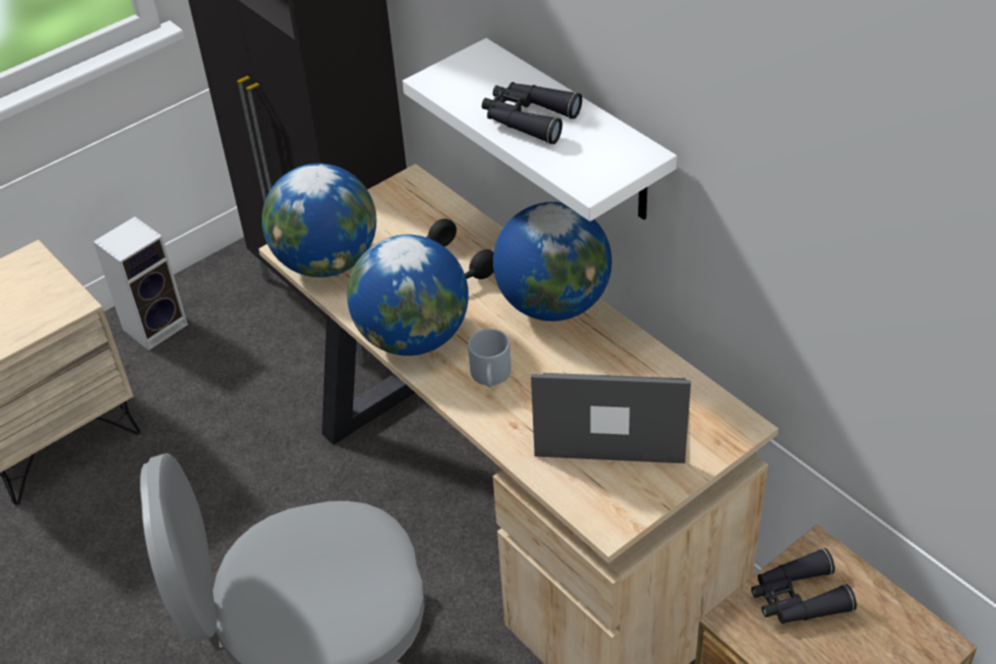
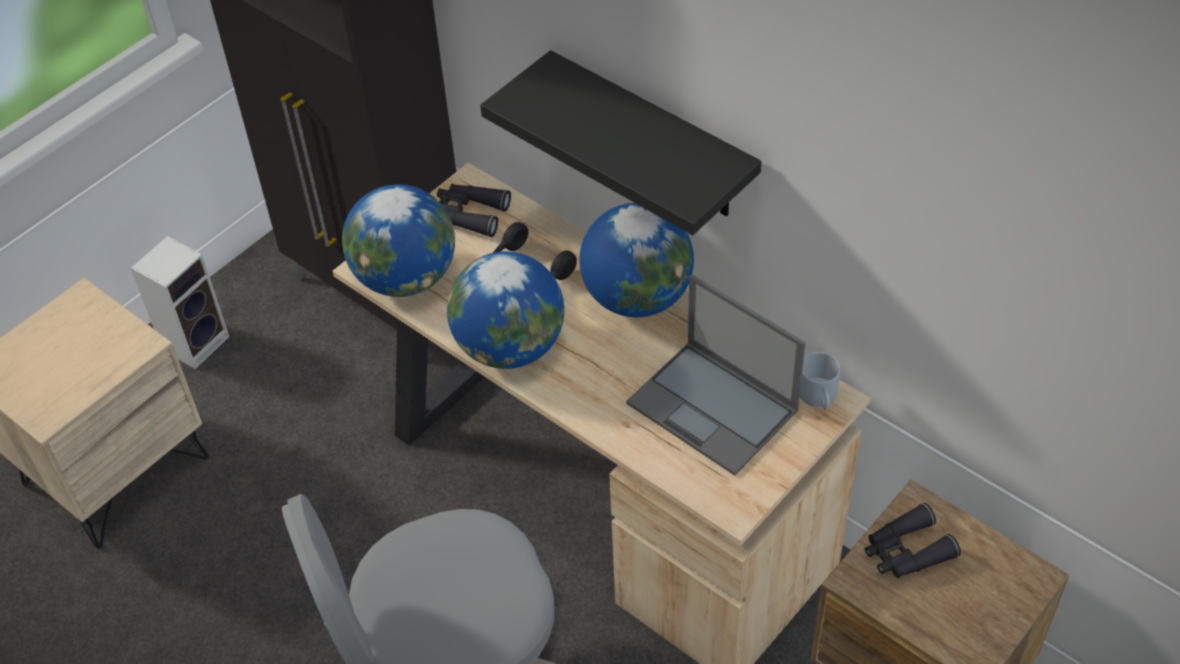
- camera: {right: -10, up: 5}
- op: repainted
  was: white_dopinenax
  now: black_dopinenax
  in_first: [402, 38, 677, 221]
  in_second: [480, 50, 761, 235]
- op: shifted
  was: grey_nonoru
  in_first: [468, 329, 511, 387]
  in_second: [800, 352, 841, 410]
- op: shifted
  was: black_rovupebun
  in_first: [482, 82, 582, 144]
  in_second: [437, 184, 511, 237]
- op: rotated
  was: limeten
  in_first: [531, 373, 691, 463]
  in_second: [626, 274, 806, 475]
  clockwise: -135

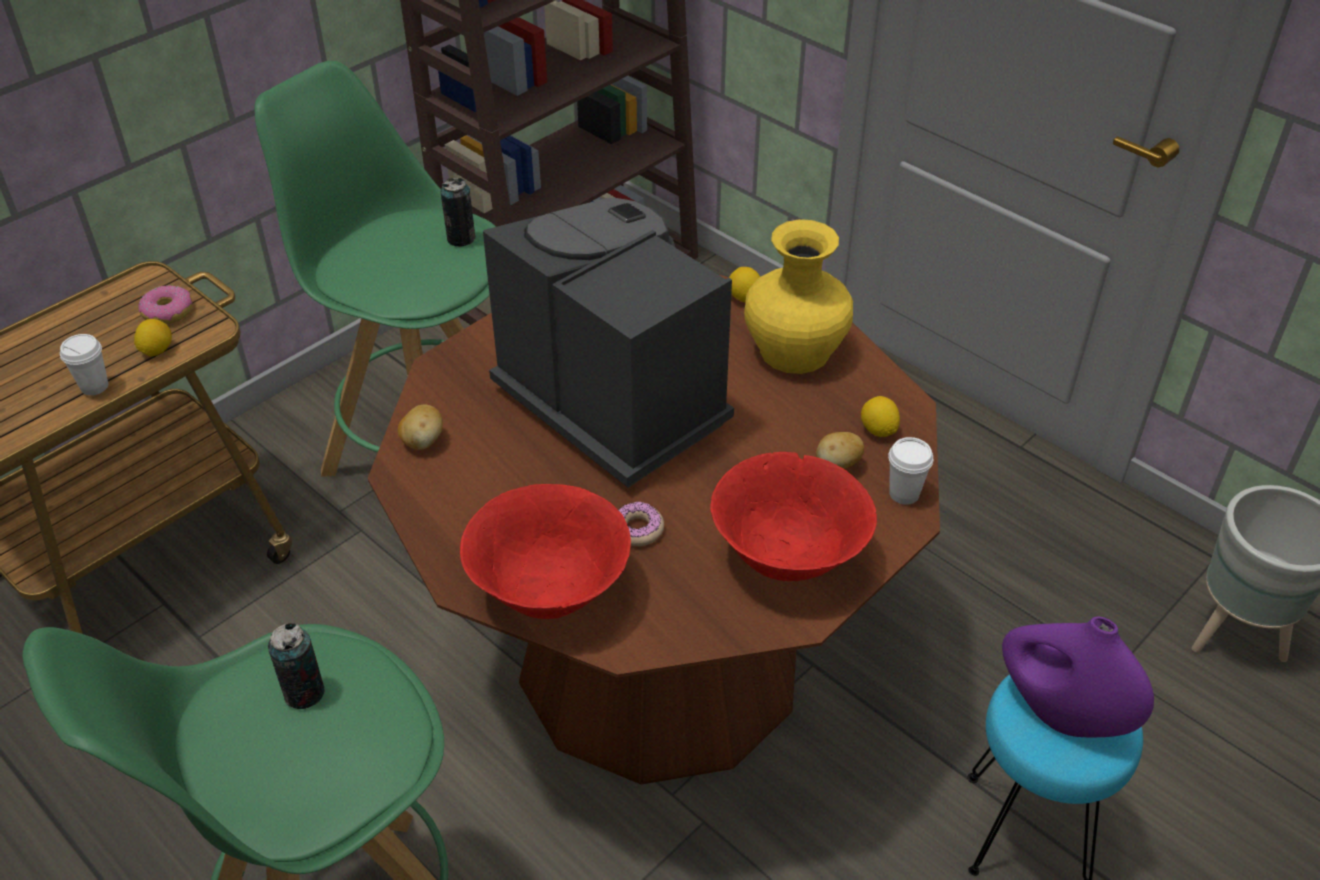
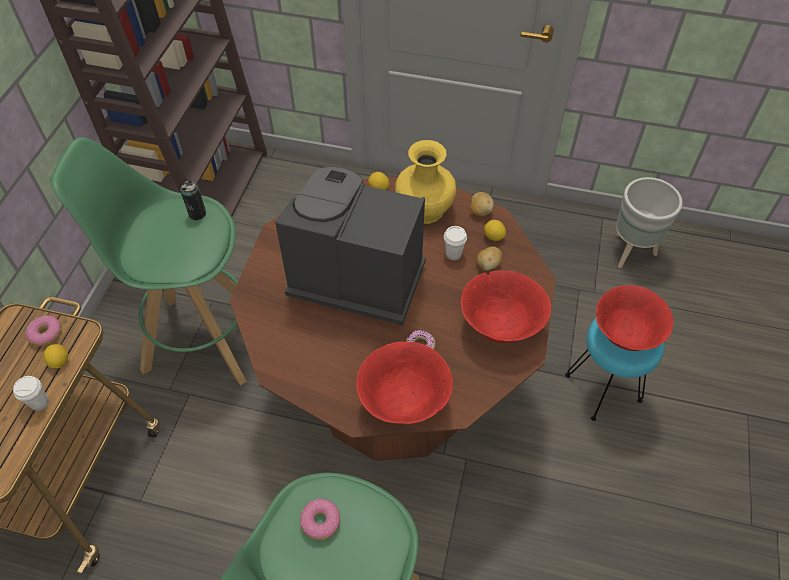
- camera: {right: -30, up: 10}
- op: swapped
  was: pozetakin
  now: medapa
  in_first: [268, 623, 325, 709]
  in_second: [300, 498, 340, 540]
- op: shifted
  was: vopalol
  in_first: [398, 404, 443, 450]
  in_second: [470, 192, 494, 216]
- op: shifted
  was: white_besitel
  in_first: [888, 437, 933, 505]
  in_second: [444, 226, 467, 260]
- op: swapped
  was: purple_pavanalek
  now: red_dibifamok
  in_first: [1002, 616, 1154, 737]
  in_second: [596, 285, 674, 351]

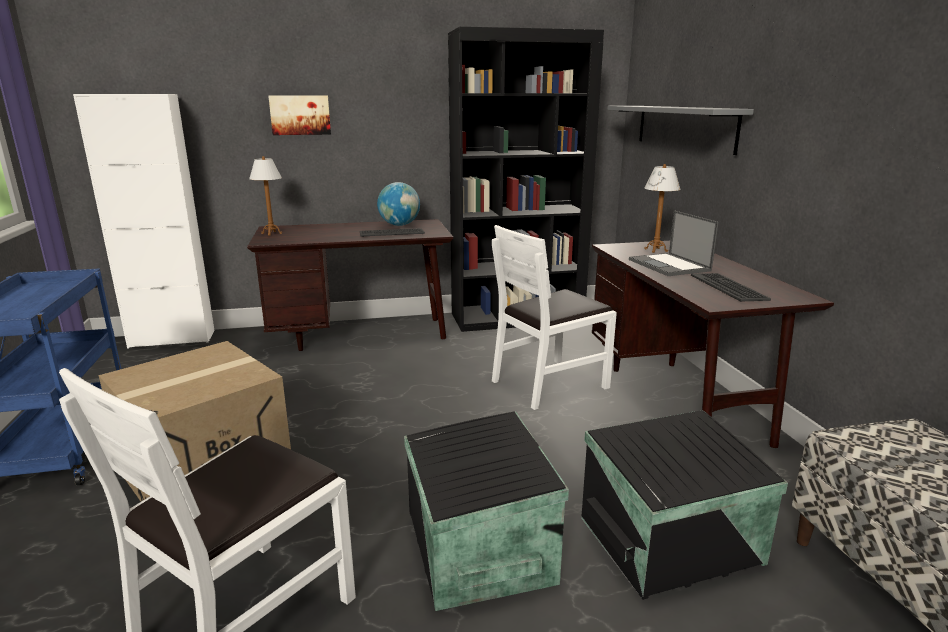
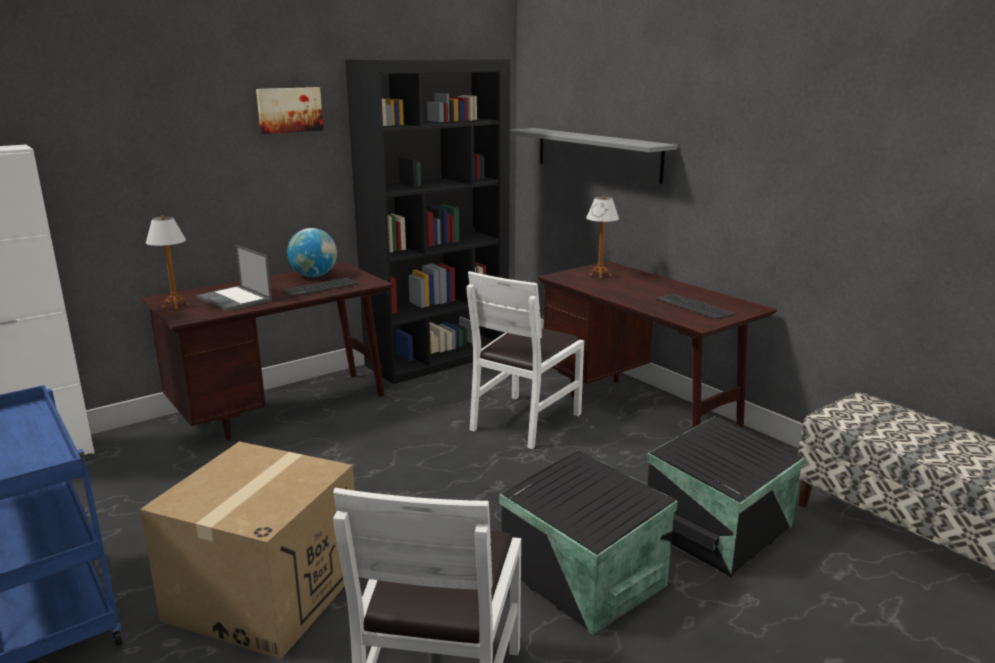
- camera: {right: -25, up: 0}
- op: shifted
  was: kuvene
  in_first: [268, 96, 331, 135]
  in_second: [256, 87, 323, 134]
- op: shifted
  was: limeten
  in_first: [629, 210, 719, 276]
  in_second: [196, 245, 272, 312]

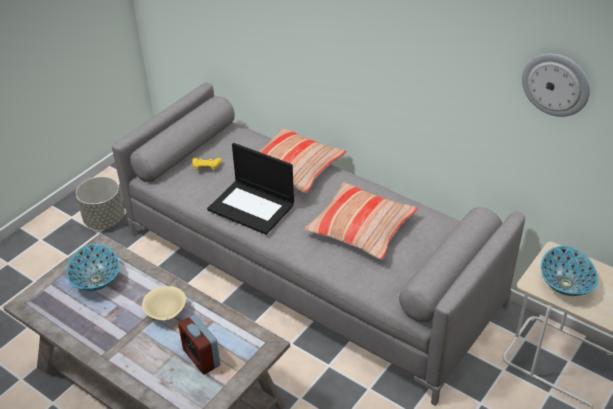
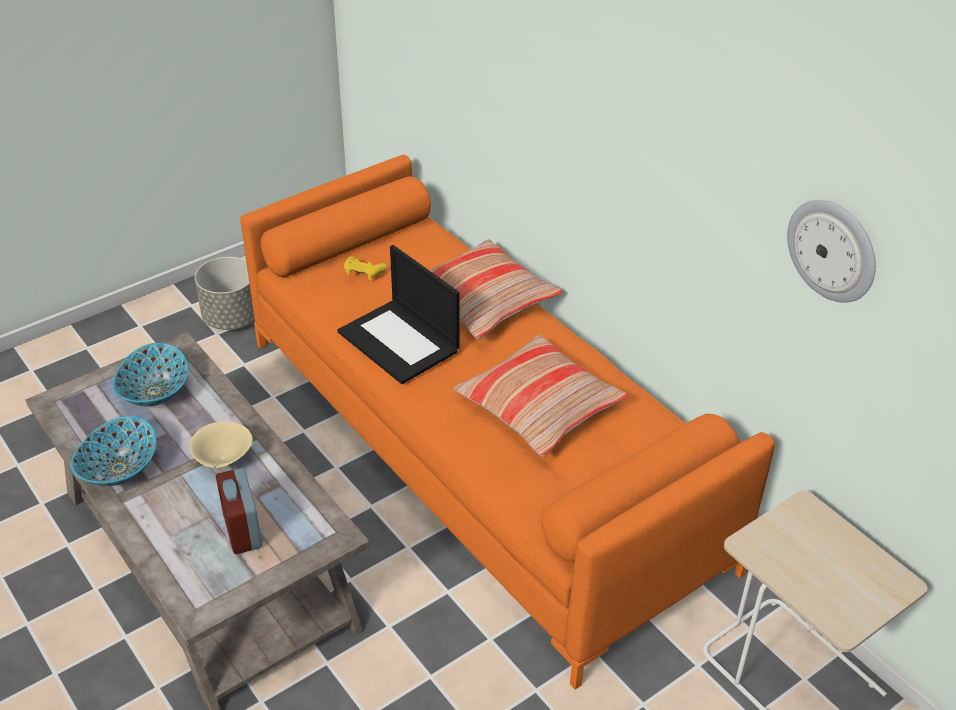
- camera: {right: 15, up: 0}
- op: repainted
  was: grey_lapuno
  now: orange_lapuno
  in_first: [112, 82, 525, 406]
  in_second: [240, 155, 775, 690]
- op: shifted
  was: dibifamok
  in_first: [541, 246, 598, 296]
  in_second: [71, 416, 157, 486]

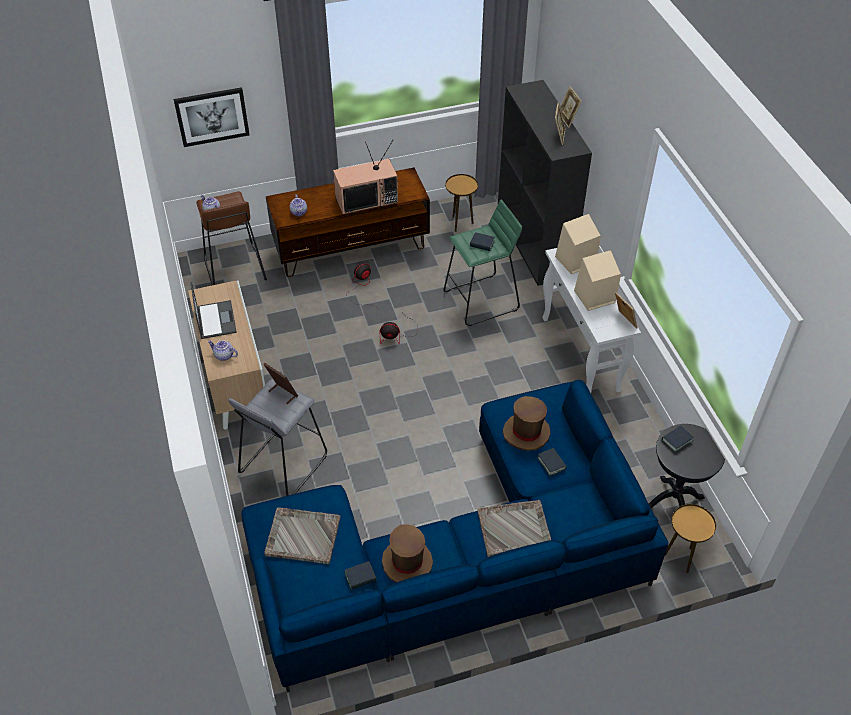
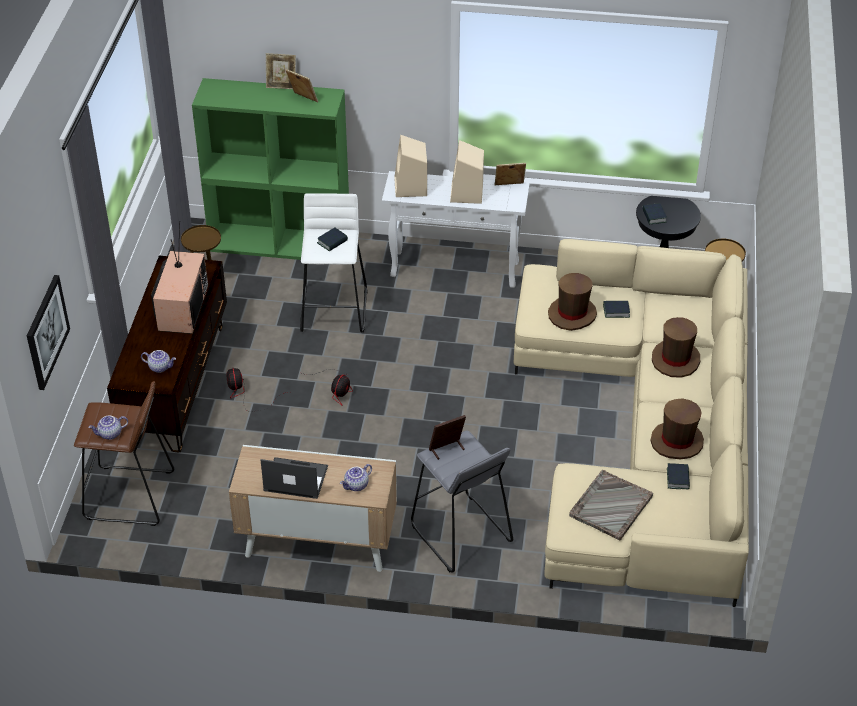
- camera: {right: -65, up: -5}
- op: repainted
  was: blue_lapuno
  now: beige_lapuno
  in_first: [241, 380, 669, 693]
  in_second: [514, 239, 749, 607]
- op: repainted
  was: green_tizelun
  now: white_tizelun
  in_first: [444, 200, 522, 326]
  in_second: [300, 193, 368, 332]
- op: swapped
  was: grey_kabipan
  now: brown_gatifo
  in_first: [477, 500, 551, 557]
  in_second: [652, 317, 700, 378]
- op: repainted
  was: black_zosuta
  now: green_zosuta
  in_first: [498, 80, 592, 286]
  in_second: [192, 78, 349, 260]

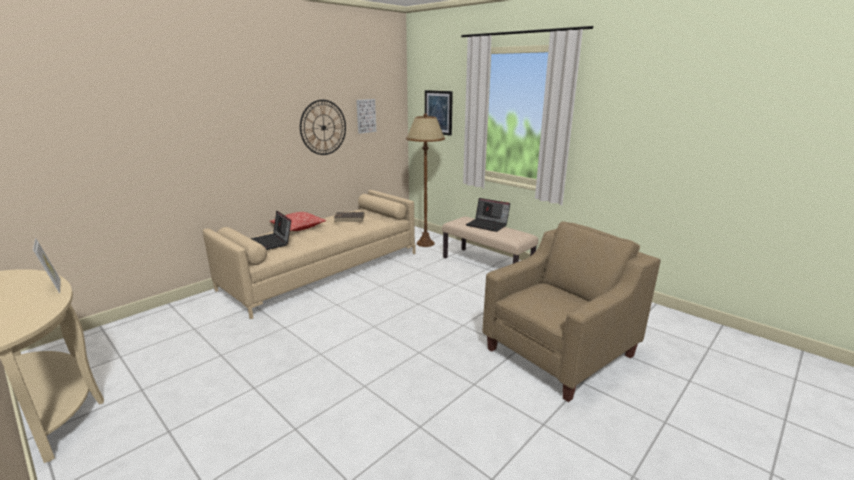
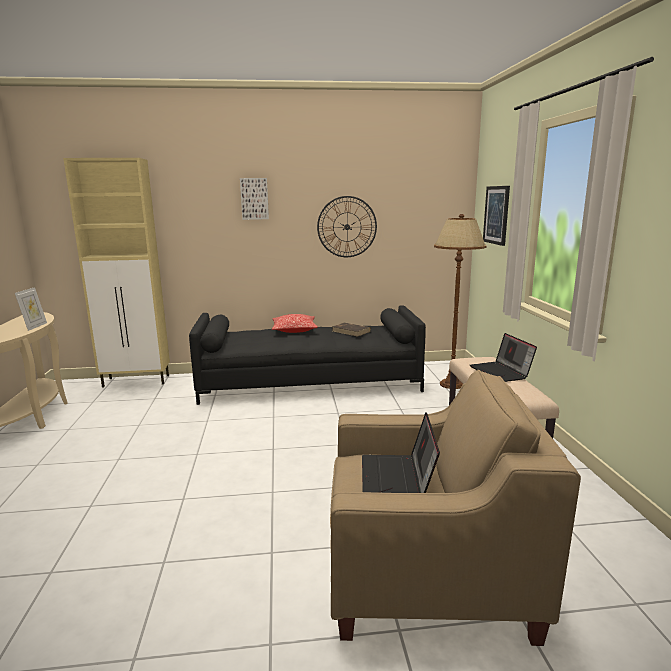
- camera: {right: 40, up: -5}
- op: repainted
  was: beige_lapuno
  now: black_lapuno
  in_first: [203, 190, 416, 319]
  in_second: [189, 305, 426, 405]
- op: shifted
  was: limeten
  in_first: [250, 211, 291, 250]
  in_second: [362, 412, 440, 493]
- op: shifted
  was: kuvene
  in_first: [356, 99, 376, 134]
  in_second: [240, 178, 269, 220]
- op: new
  now: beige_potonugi
  in_second: [63, 158, 170, 388]

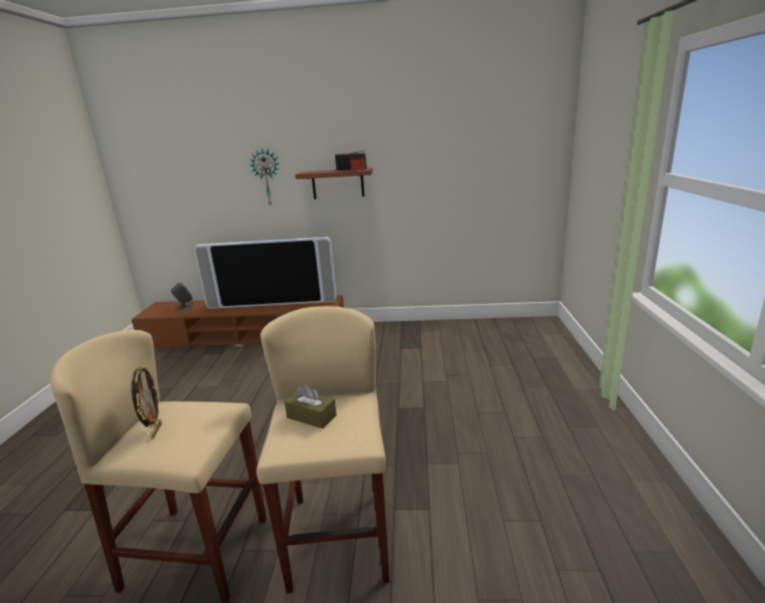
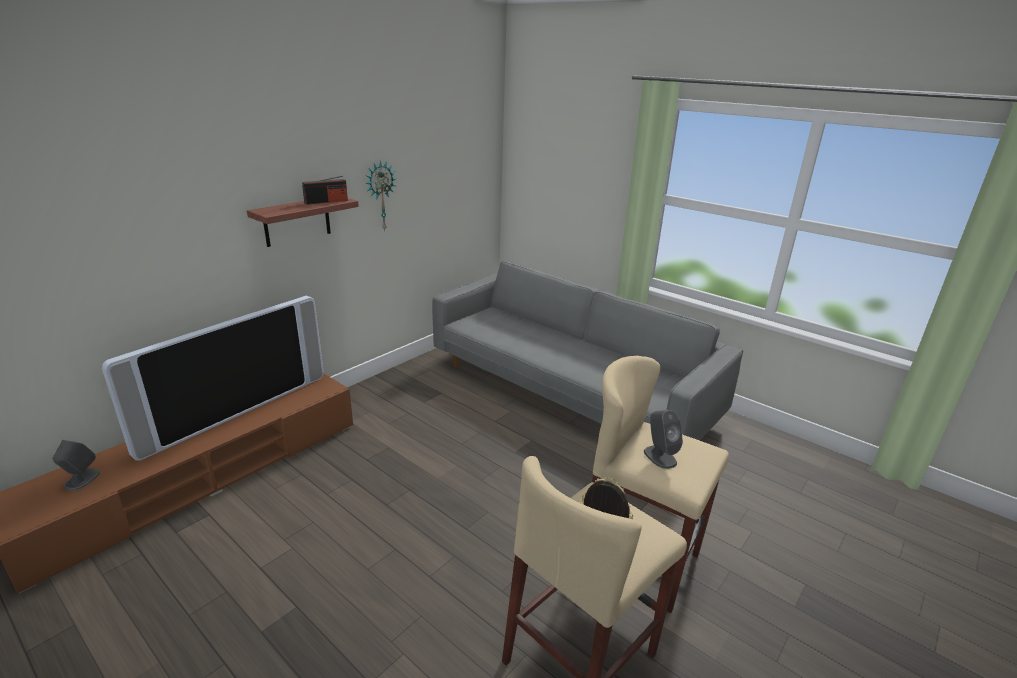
- camera: {right: -55, up: 5}
- op: shifted
  was: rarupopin
  in_first: [249, 148, 280, 207]
  in_second: [365, 160, 397, 231]
- op: swapped
  was: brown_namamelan
  now: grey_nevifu
  in_first: [284, 384, 337, 429]
  in_second: [644, 410, 683, 469]
- op: new
  now: grey_lapuno
  in_second: [432, 261, 743, 440]

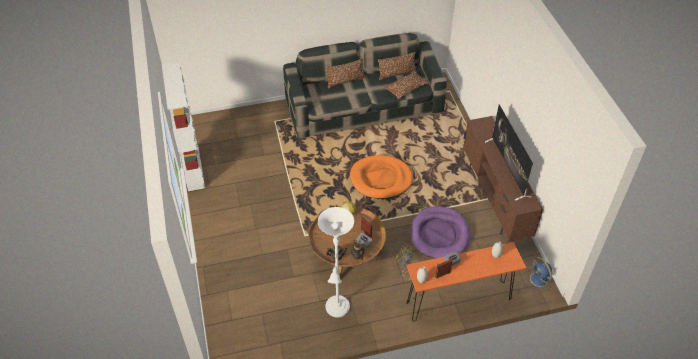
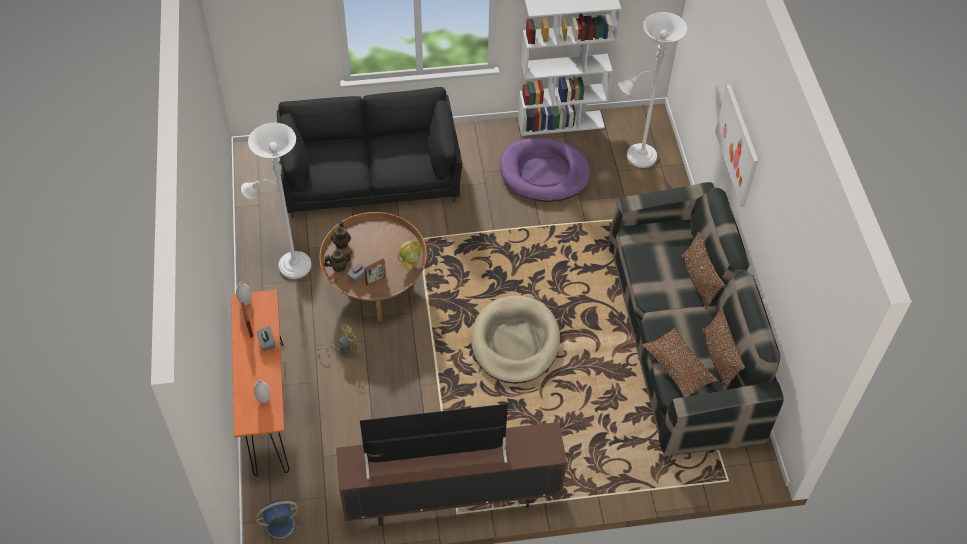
- camera: {right: 95, up: 5}
- op: repainted
  was: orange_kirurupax
  now: beige_kirurupax
  in_first: [350, 155, 413, 199]
  in_second: [471, 296, 560, 384]
- op: shifted
  was: purple_kirurupax
  in_first: [411, 206, 470, 259]
  in_second: [500, 137, 590, 202]
- op: new
  now: black_lapuno
  in_second: [277, 87, 462, 218]
- op: new
  now: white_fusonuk
  in_second: [618, 12, 687, 168]
- op: new
  now: kuvene
  in_second: [715, 84, 758, 207]

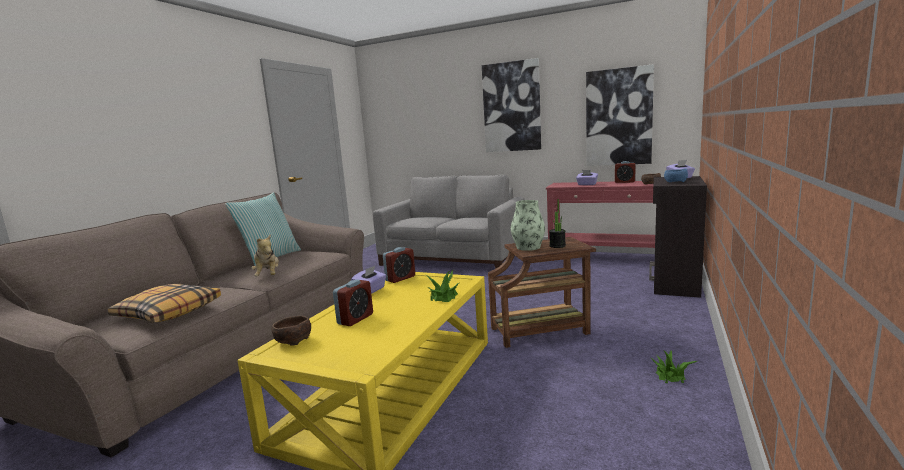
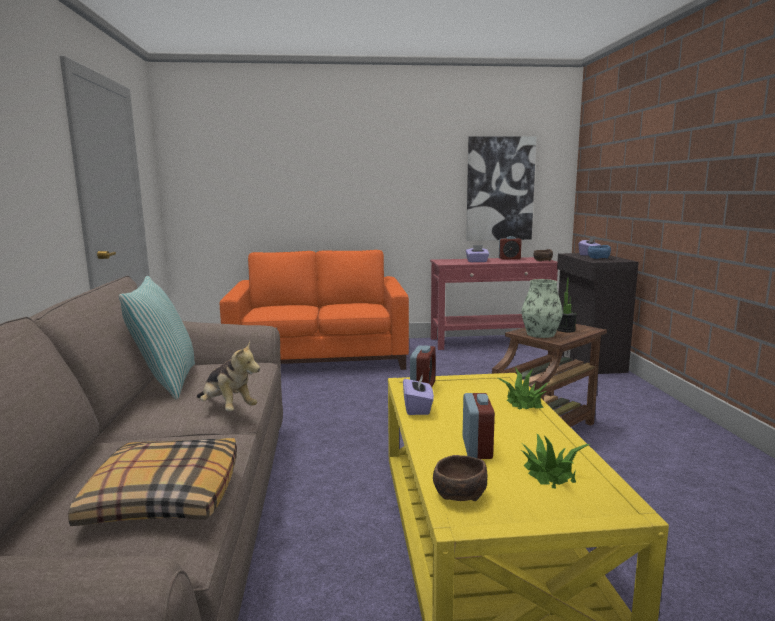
- camera: {right: -30, up: 0}
- op: repainted
  was: grey_lapuno
  now: orange_lapuno
  in_first: [373, 175, 524, 269]
  in_second: [220, 250, 409, 370]
- op: gone
  was: kuvene
  in_first: [482, 58, 541, 152]
- op: shifted
  was: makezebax
  in_first: [650, 351, 698, 383]
  in_second: [521, 433, 590, 488]

